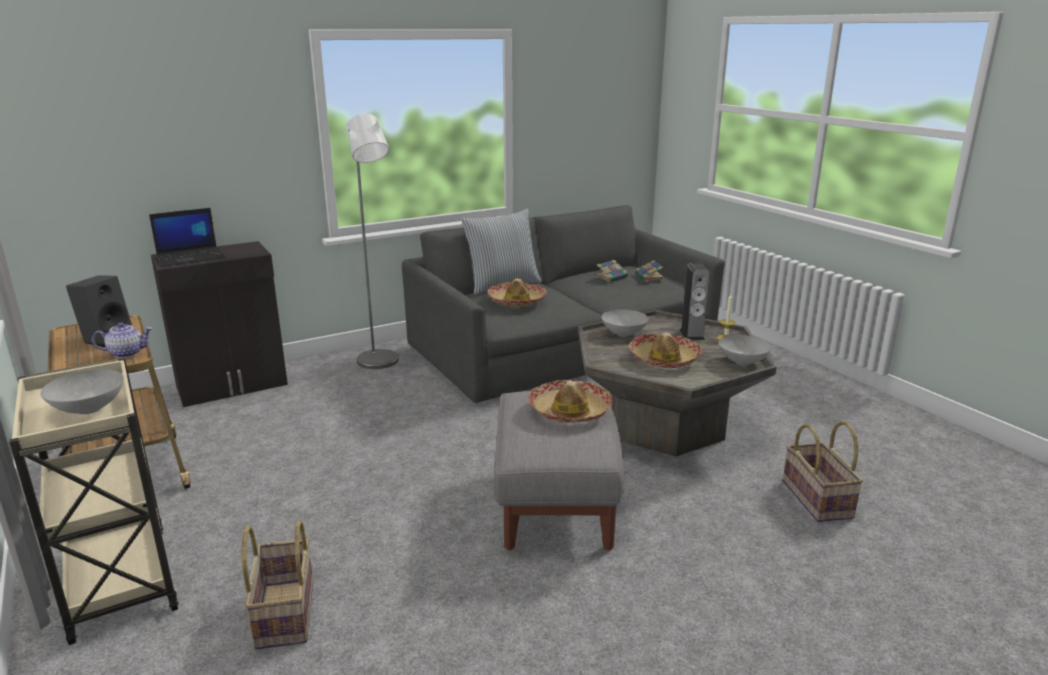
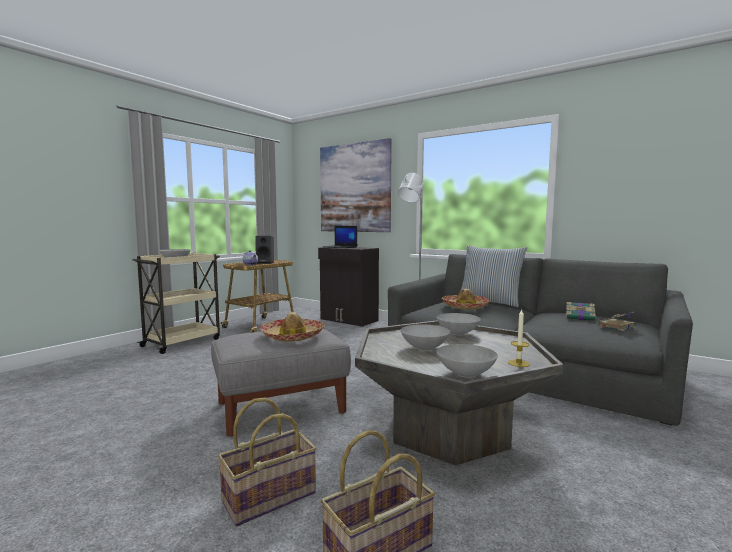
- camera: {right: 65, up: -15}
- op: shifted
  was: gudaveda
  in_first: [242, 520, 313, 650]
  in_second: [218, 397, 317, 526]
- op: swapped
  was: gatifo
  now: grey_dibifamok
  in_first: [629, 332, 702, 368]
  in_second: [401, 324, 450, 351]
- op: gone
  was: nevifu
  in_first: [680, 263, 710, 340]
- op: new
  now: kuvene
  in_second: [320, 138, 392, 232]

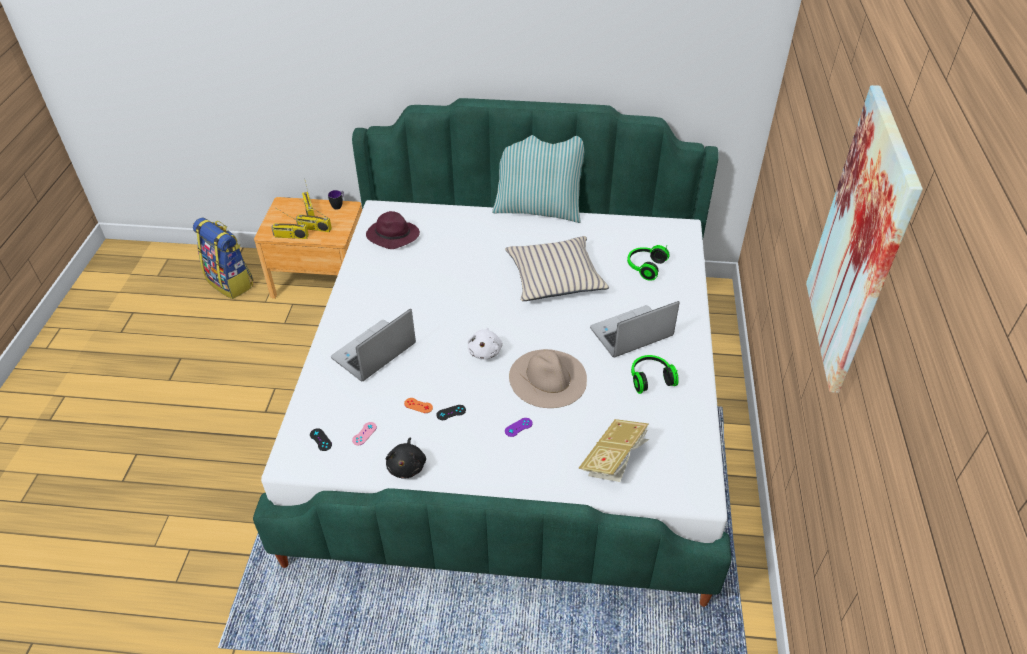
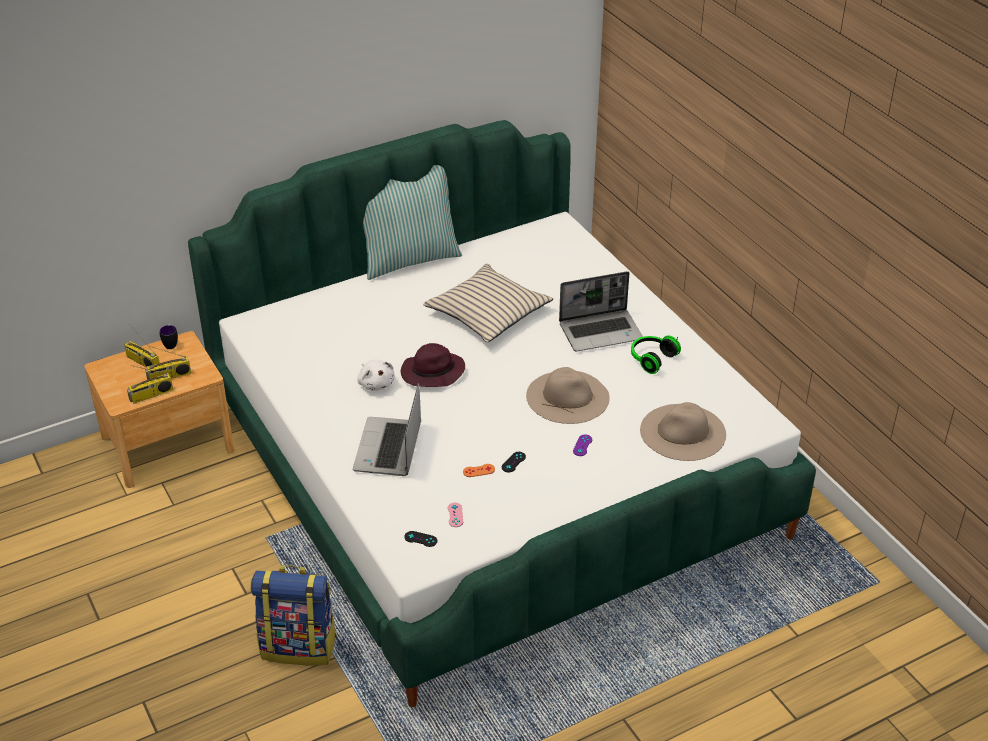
- camera: {right: -35, up: -5}
- op: shifted
  was: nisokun
  in_first: [193, 217, 253, 299]
  in_second: [251, 565, 337, 665]
- op: shifted
  was: purple_gatifo
  in_first: [366, 211, 420, 249]
  in_second: [400, 343, 465, 387]
- op: gone
  was: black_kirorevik
  in_first: [386, 438, 426, 479]
- op: shifted
  was: white_kirorevik
  in_first: [468, 328, 503, 359]
  in_second: [357, 359, 395, 391]
- op: swapped
  was: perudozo
  now: beige_gatifo
  in_first: [578, 419, 650, 482]
  in_second: [640, 402, 726, 461]
- op: rotated
  was: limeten
  in_first: [590, 301, 680, 358]
  in_second: [559, 271, 643, 352]
  clockwise: -135
- op: gone
  was: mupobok
  in_first: [627, 245, 670, 281]
- op: gone
  was: kuvene
  in_first: [806, 85, 923, 393]

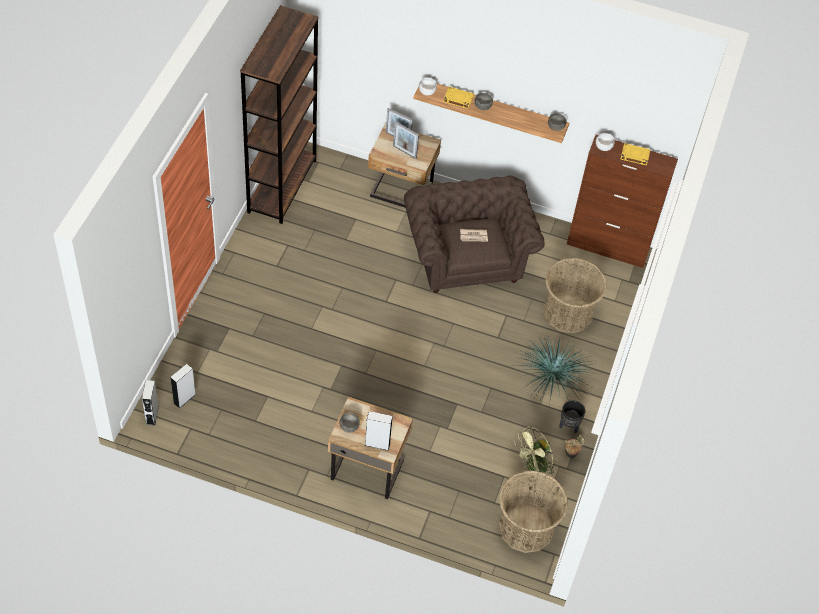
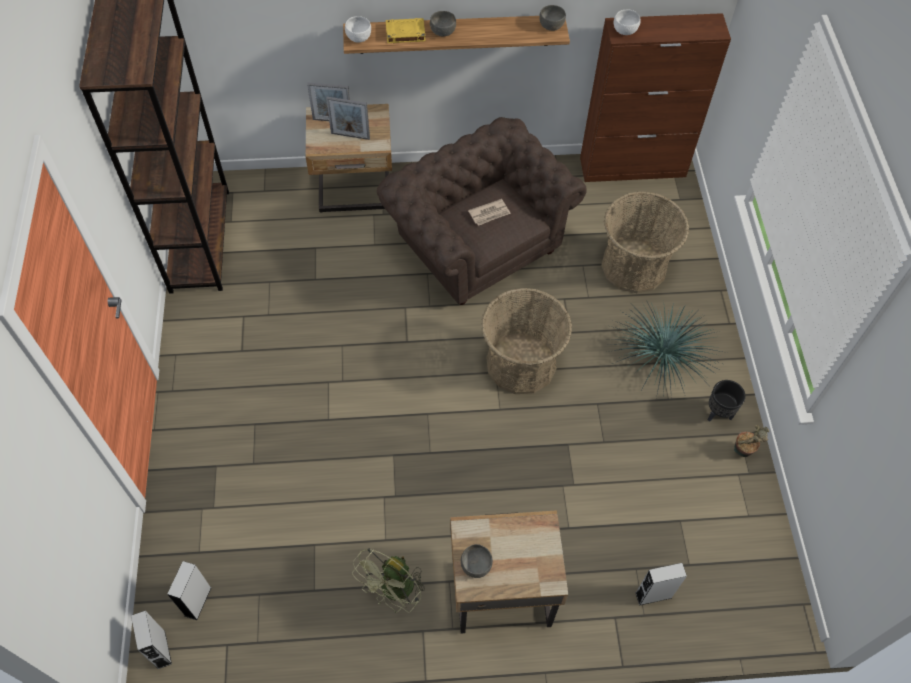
- camera: {right: -20, up: 5}
- op: shifted
  was: grey_nevifu
  in_first: [365, 411, 393, 451]
  in_second: [635, 563, 687, 606]
- op: shifted
  was: gudaveda
  in_first: [499, 470, 568, 553]
  in_second: [481, 288, 572, 394]
- op: shifted
  was: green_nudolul
  in_first: [514, 426, 554, 479]
  in_second: [352, 548, 425, 613]
- op: gone
  was: yellow_perudozo
  in_first: [621, 143, 650, 165]

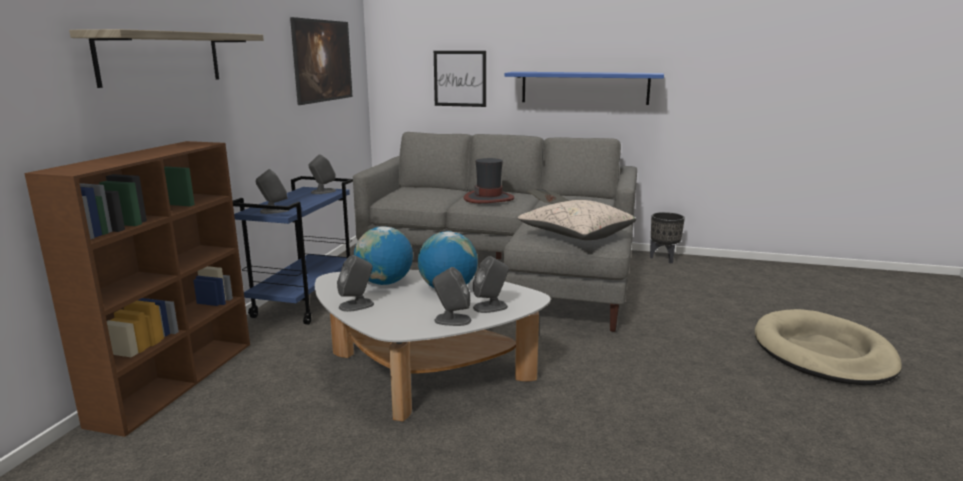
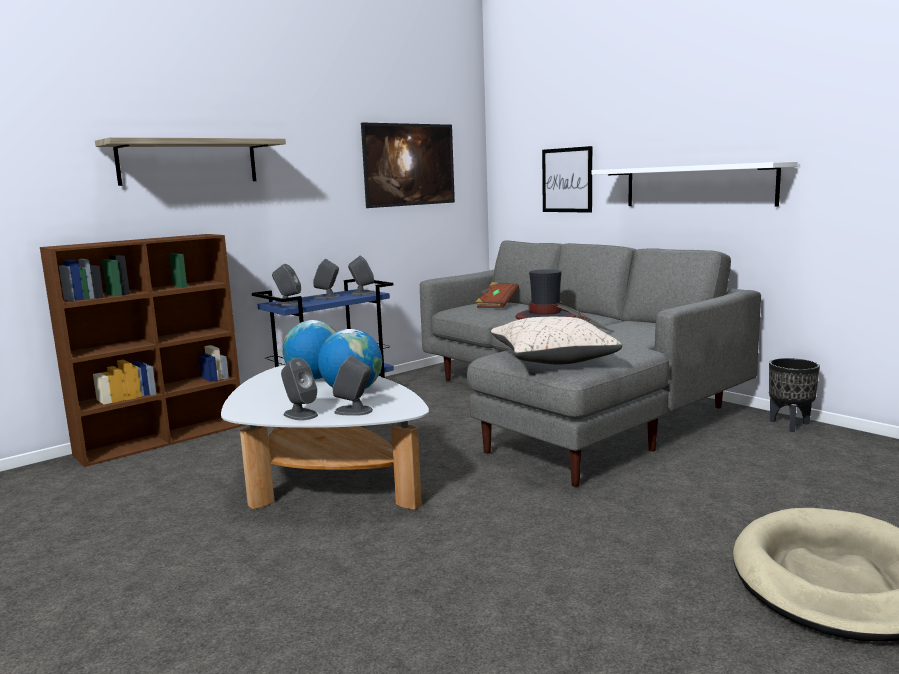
- camera: {right: 35, up: -5}
- op: shifted
  was: grey_nevifu
  in_first: [337, 255, 374, 312]
  in_second: [313, 259, 340, 299]
- op: repainted
  was: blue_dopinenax
  now: white_dopinenax
  in_first: [504, 72, 664, 105]
  in_second: [592, 162, 798, 207]
- op: new
  now: brown_perudozo
  in_second: [476, 282, 519, 308]

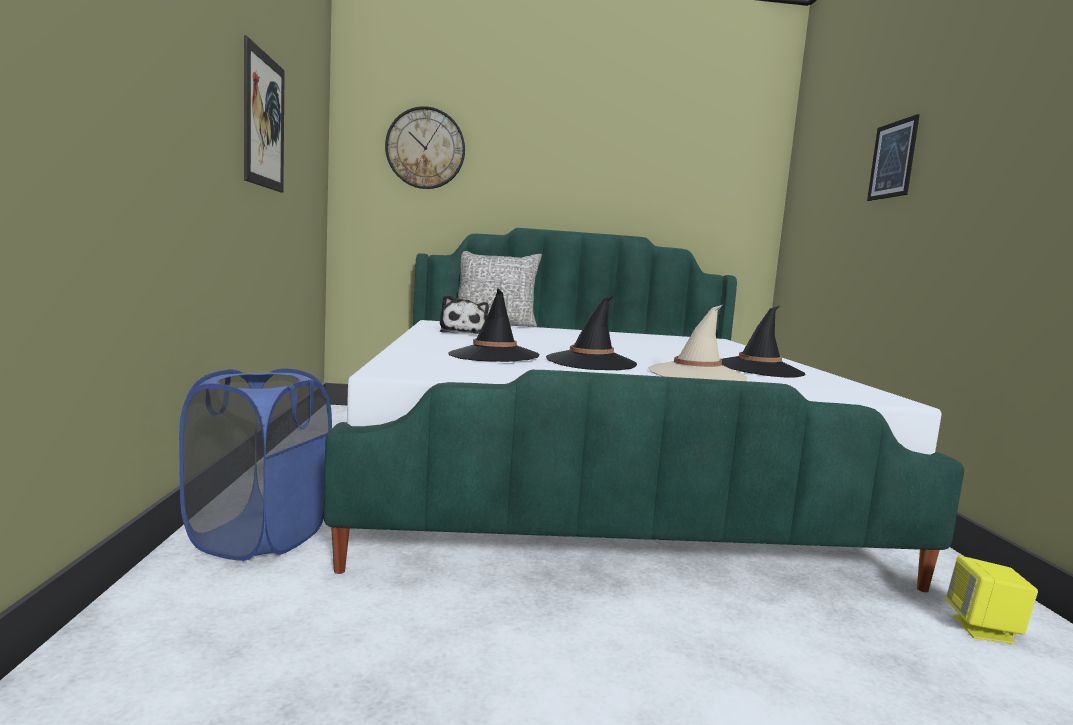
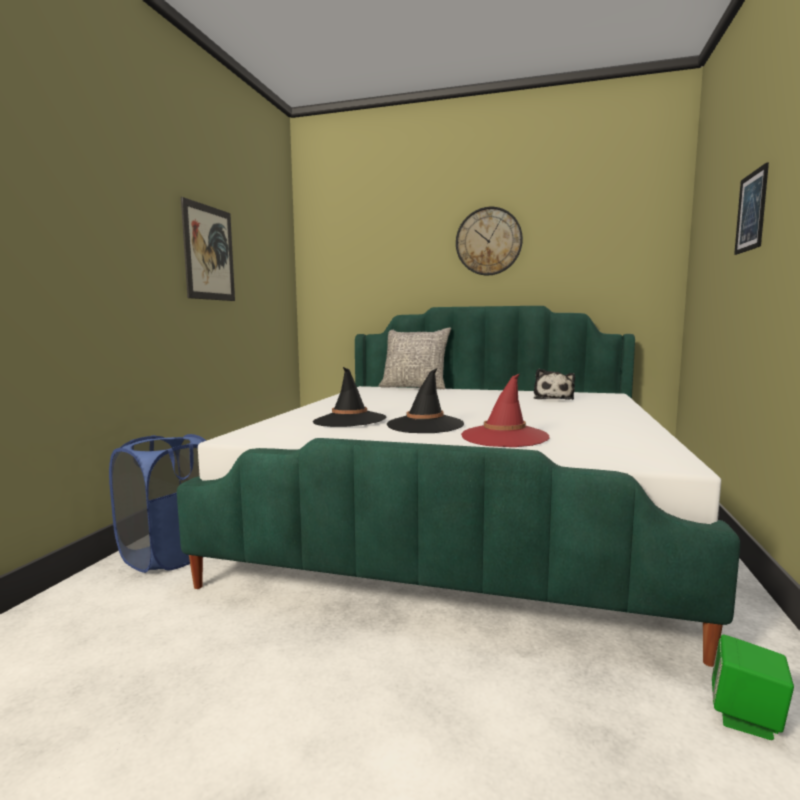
- camera: {right: 20, up: 0}
- op: shifted
  was: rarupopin
  in_first: [385, 106, 465, 189]
  in_second: [456, 207, 523, 275]
- op: shifted
  was: kirorevik
  in_first: [440, 295, 489, 334]
  in_second: [534, 369, 575, 400]
- op: repainted
  was: beige_gatifo
  now: red_gatifo
  in_first: [649, 305, 747, 381]
  in_second: [461, 374, 550, 447]
- op: gone
  was: black_gatifo
  in_first: [721, 306, 806, 378]
- op: repainted
  was: yellow_nevifu
  now: green_nevifu
  in_first: [946, 556, 1038, 644]
  in_second: [712, 634, 794, 740]

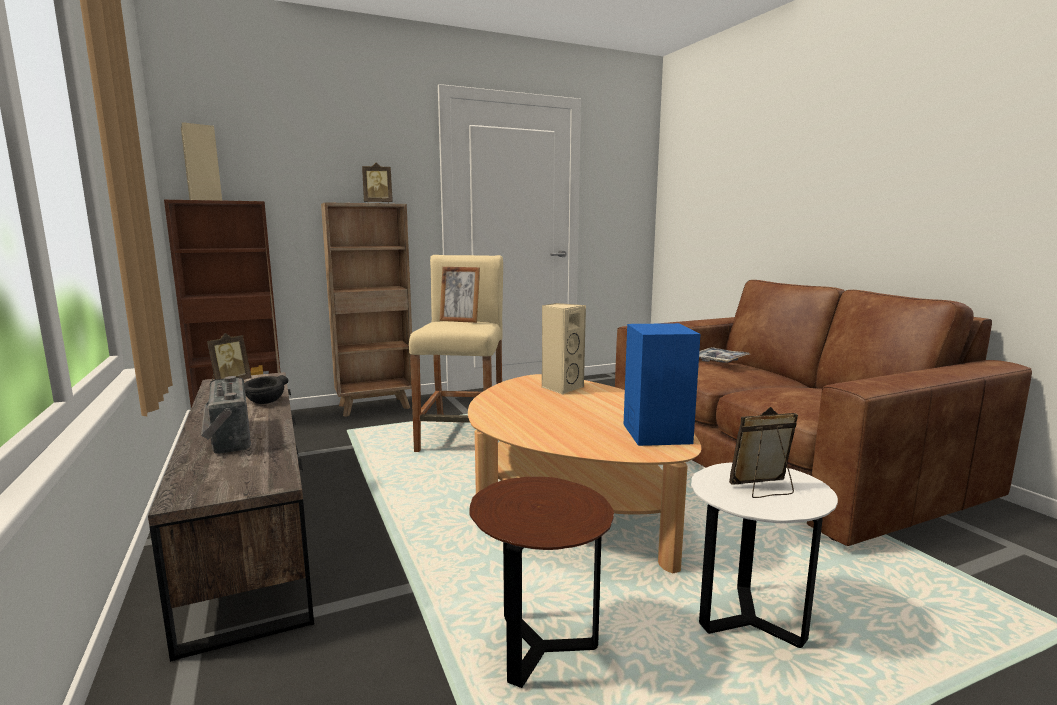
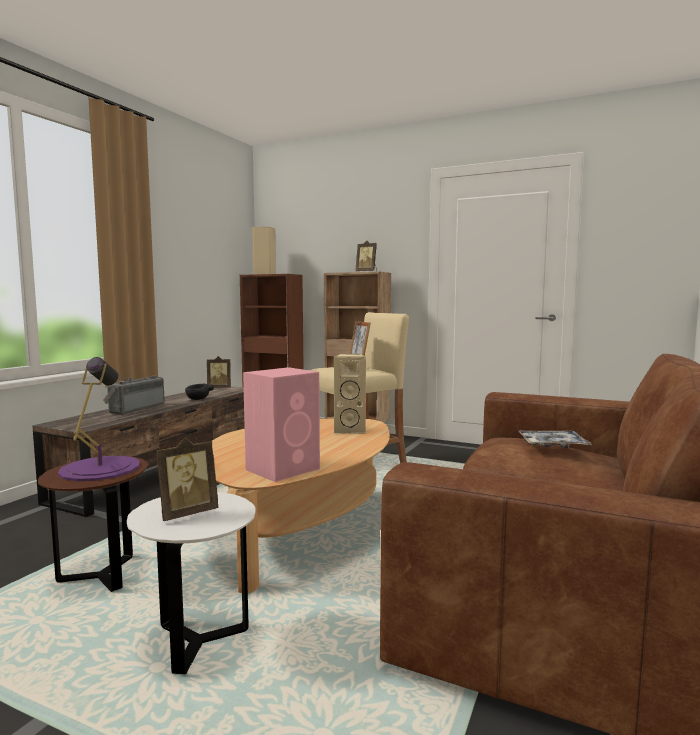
- camera: {right: 50, up: -5}
- op: repainted
  was: blue_nevifu
  now: pink_nevifu
  in_first: [623, 323, 701, 446]
  in_second: [243, 367, 320, 482]
- op: rotated
  was: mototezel
  in_first: [729, 407, 798, 498]
  in_second: [156, 438, 218, 521]
  clockwise: 105
- op: new
  now: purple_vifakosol
  in_second: [58, 357, 140, 481]

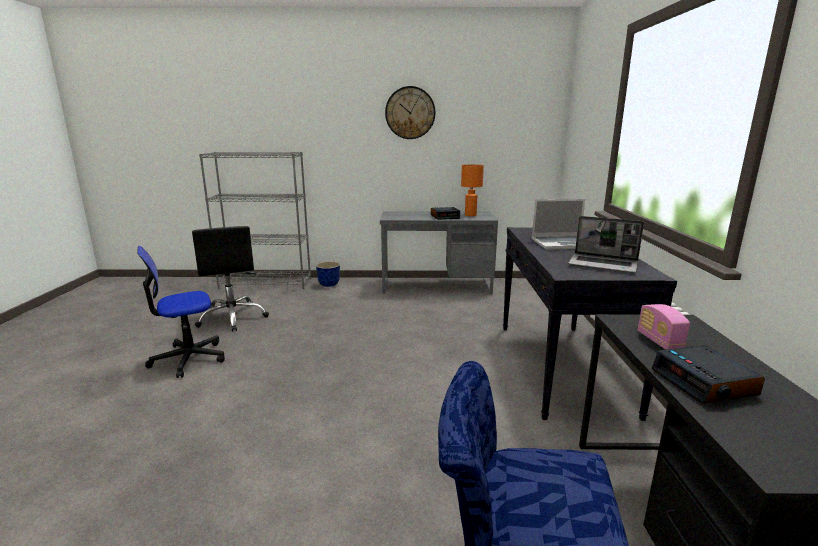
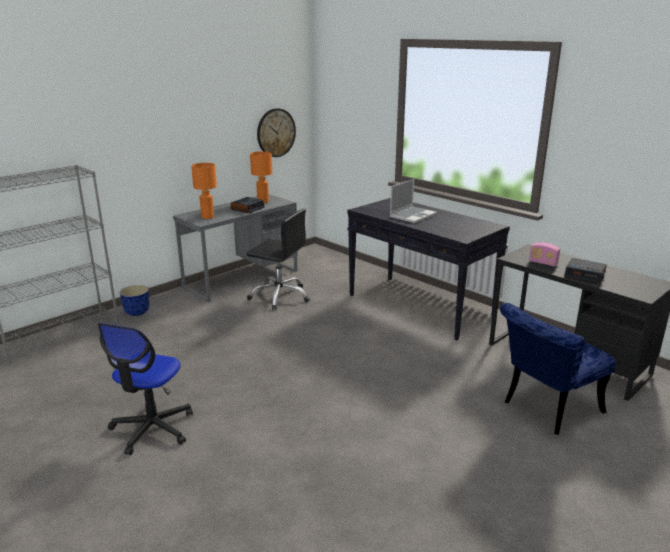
- camera: {right: -45, up: 5}
- op: shifted
  was: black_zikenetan
  in_first: [192, 226, 269, 331]
  in_second: [247, 209, 310, 310]
- op: shifted
  was: rarupopin
  in_first: [385, 86, 435, 139]
  in_second: [257, 108, 296, 157]
- op: gone
  was: limeten
  in_first: [568, 216, 644, 273]
- op: new
  now: orange_vifakosol
  in_second: [191, 163, 217, 219]

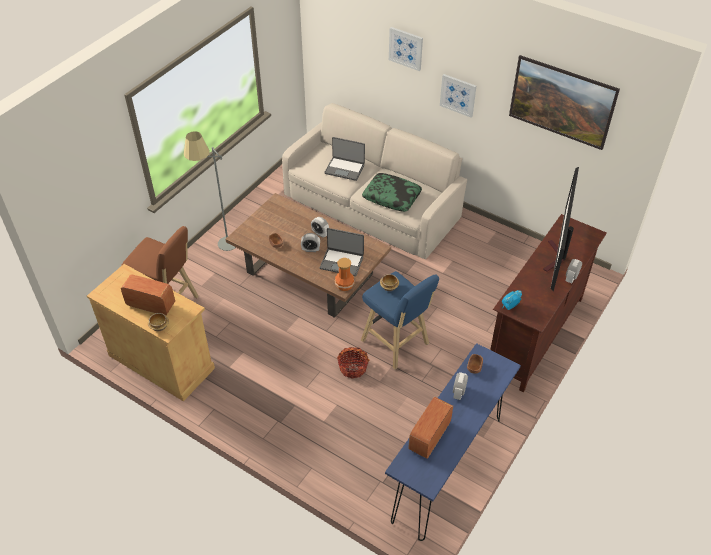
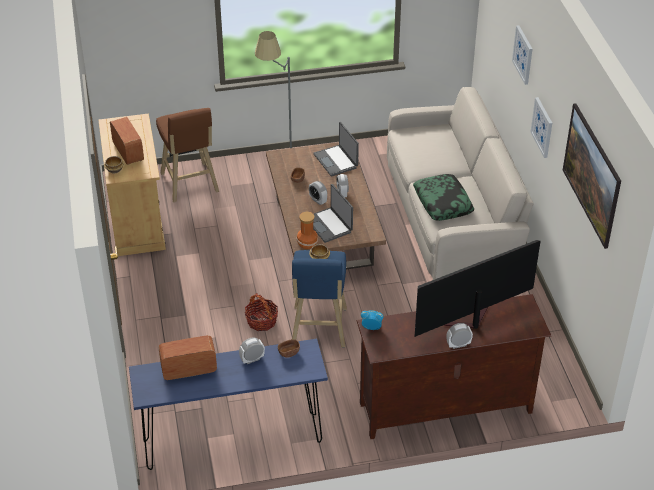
- camera: {right: 45, up: -5}
- op: shifted
  was: limeten
  in_first: [324, 137, 365, 181]
  in_second: [313, 122, 359, 176]

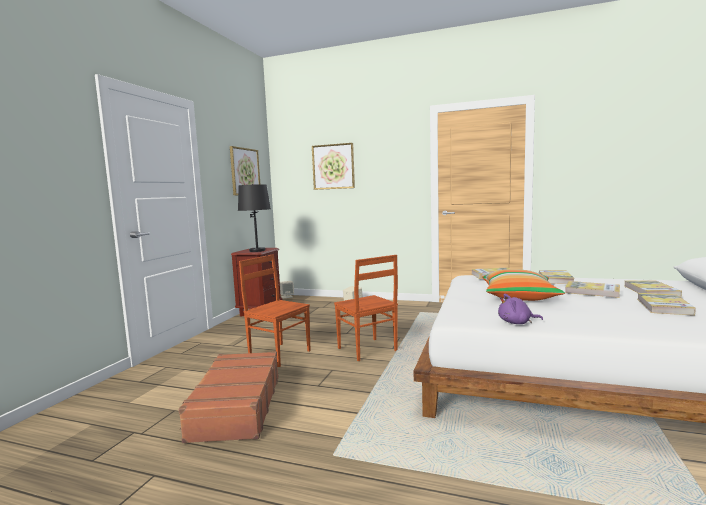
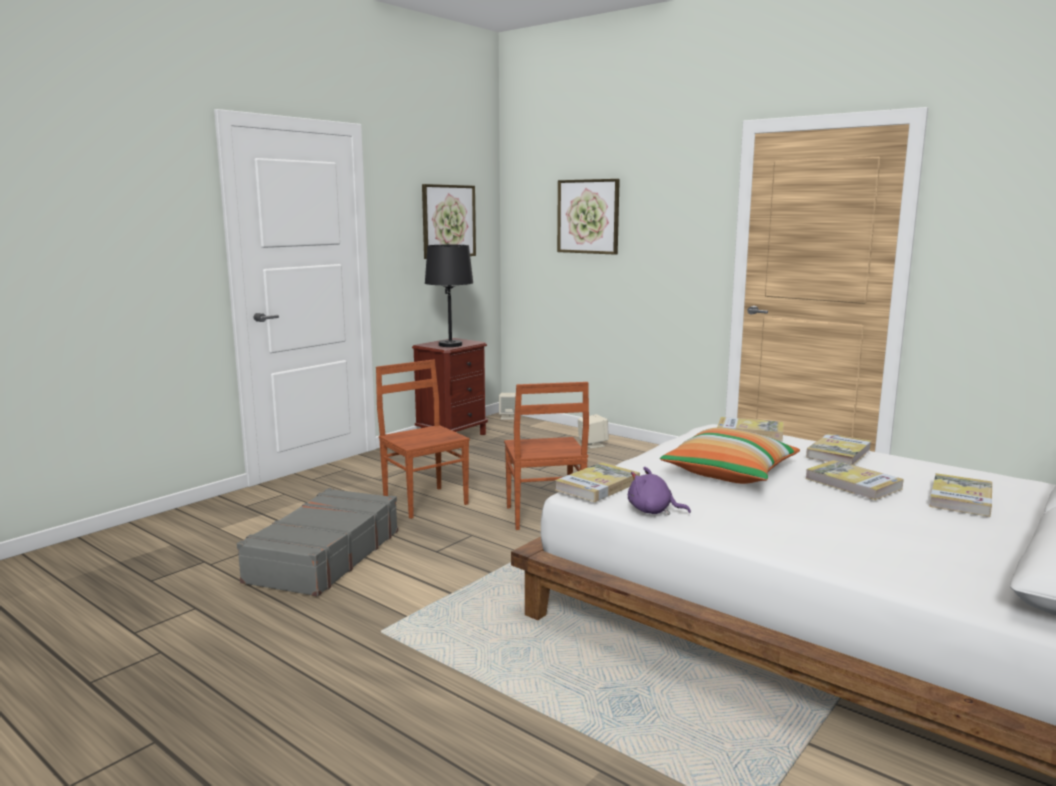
- camera: {right: 20, up: 5}
- op: repainted
  was: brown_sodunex
  now: grey_sodunex
  in_first: [178, 351, 279, 443]
  in_second: [237, 488, 398, 597]
- op: shifted
  was: perudozo
  in_first: [637, 293, 696, 316]
  in_second: [555, 462, 640, 502]

